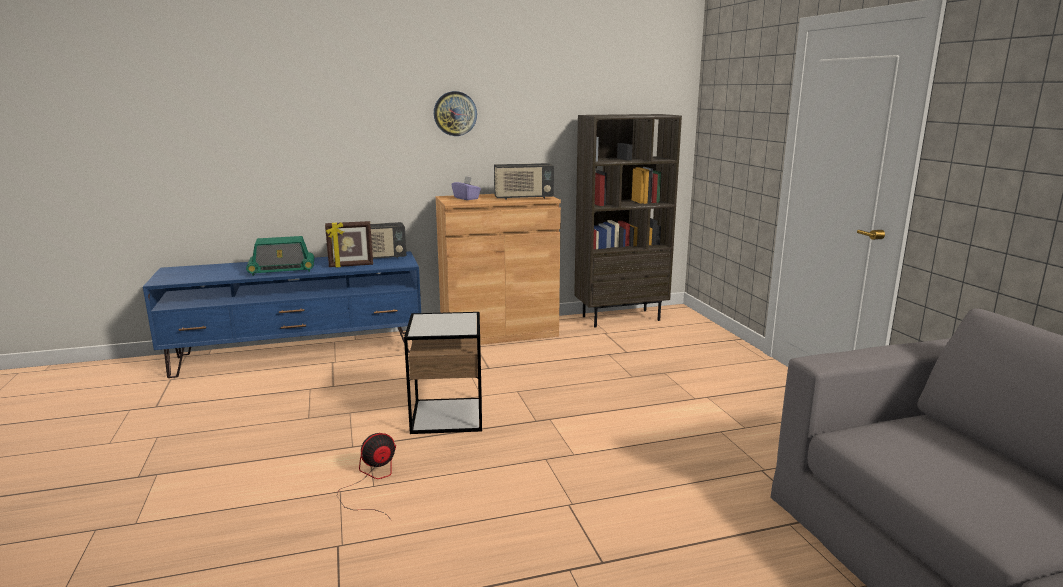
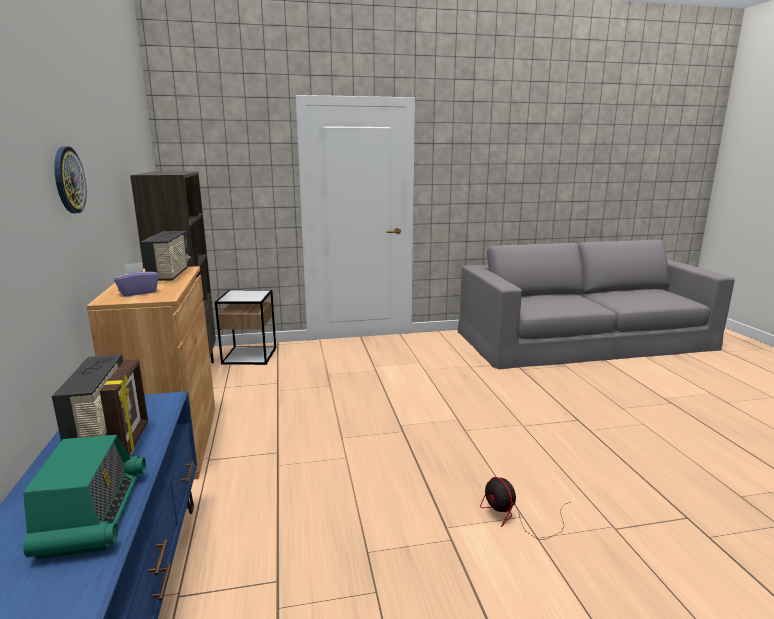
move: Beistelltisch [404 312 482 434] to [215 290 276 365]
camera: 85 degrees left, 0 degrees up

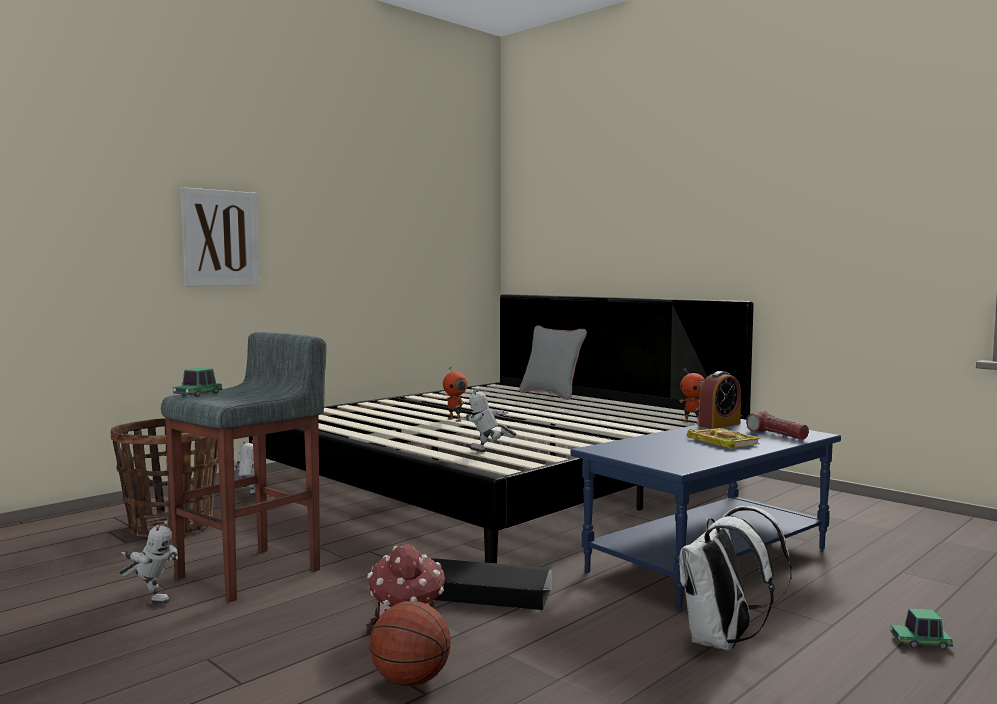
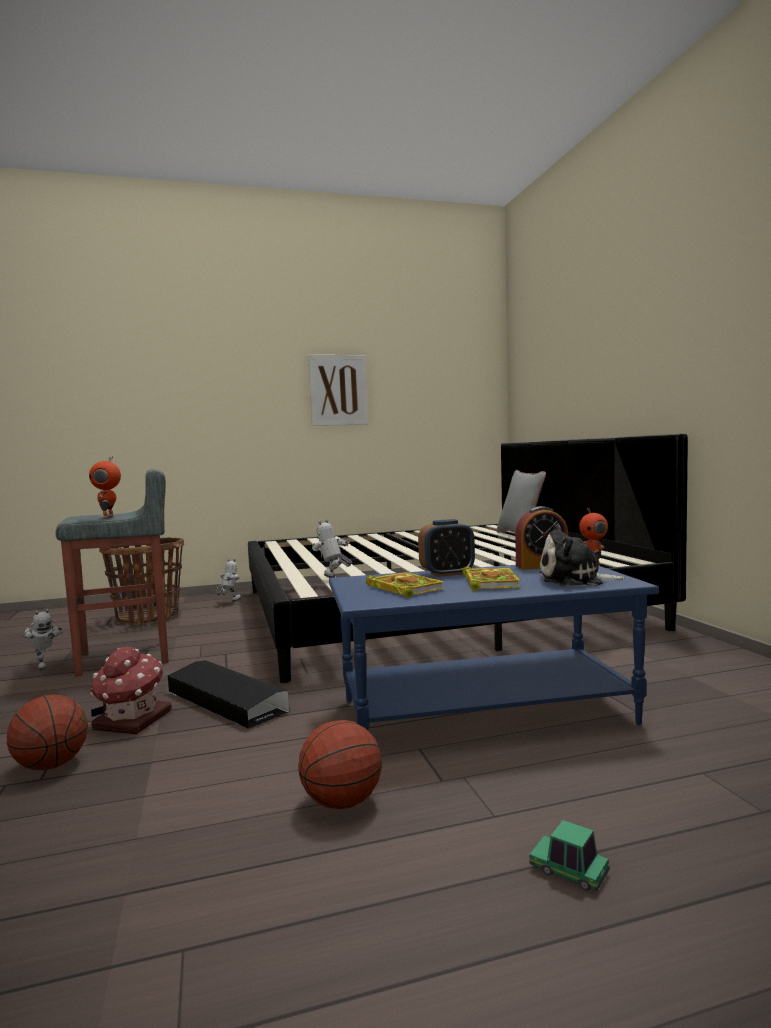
delete: Spielzeugauto [173 368 222 397]
insert: Buch [366 572 444 598]; Wecker [418 519 475 577]
move: Bild [181 187 260 286] to [308 355 368 426]; Spielzeugroboter [443 367 467 422] to [89 456 121 520]
replace: Rucksack (weiß) [679 506 792 651] to Basketball [298 720 382 810]; Taschenlampe [746 411 809 440] to Plüschtier [539 524 625 586]
camera: 30 degrees right, 0 degrees up

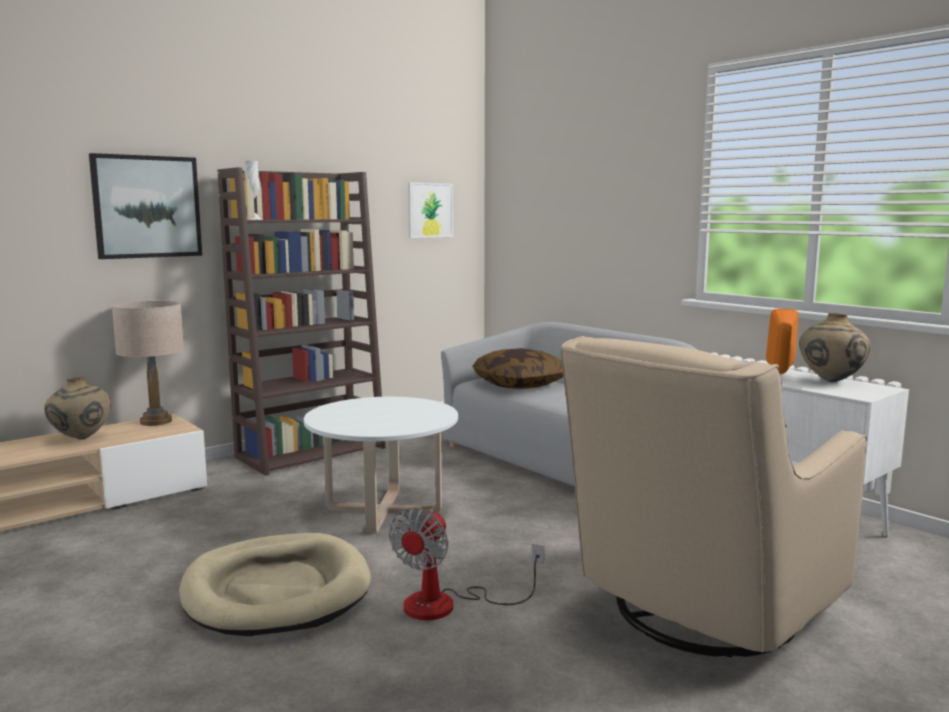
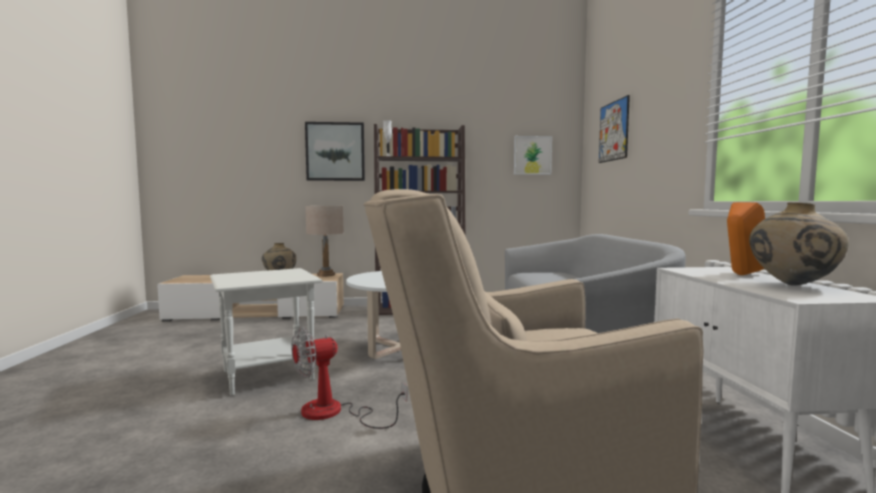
delete: Kissen [472 348 563 389]
insert: Bild [599 95 630 163]
replace: Hundebett (beige) [179 533 371 636] to Beistelltisch (weiß) [210 268 322 396]
camera: 35 degrees right, 5 degrees down

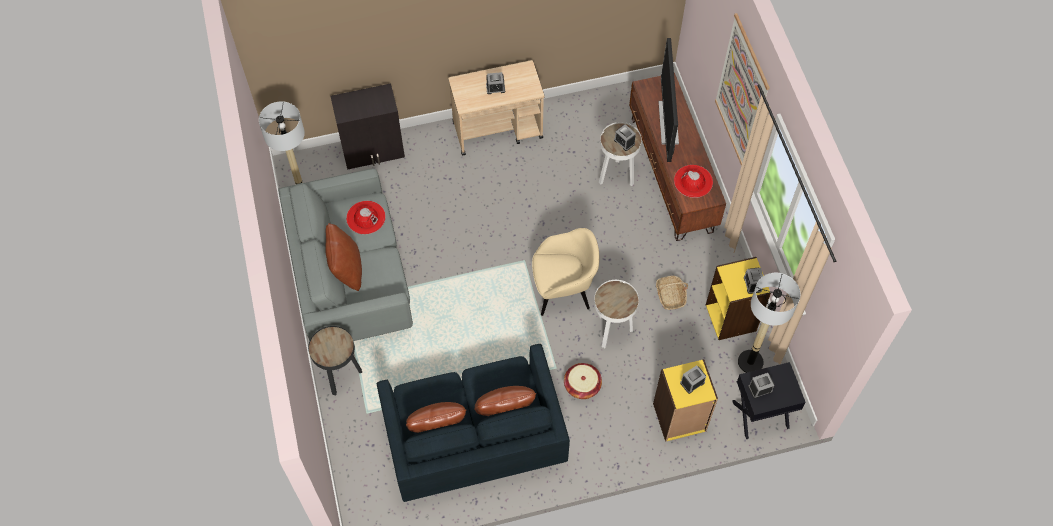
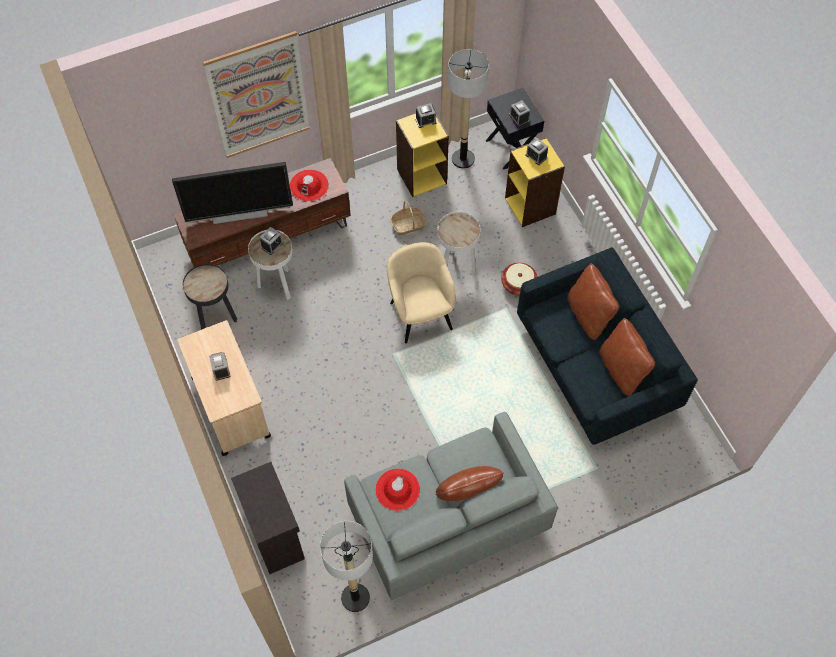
move: Beistelltisch (schwarz) [308 326 362 395] to [183 264 237 330]
camera: 100 degrees left, 0 degrees up

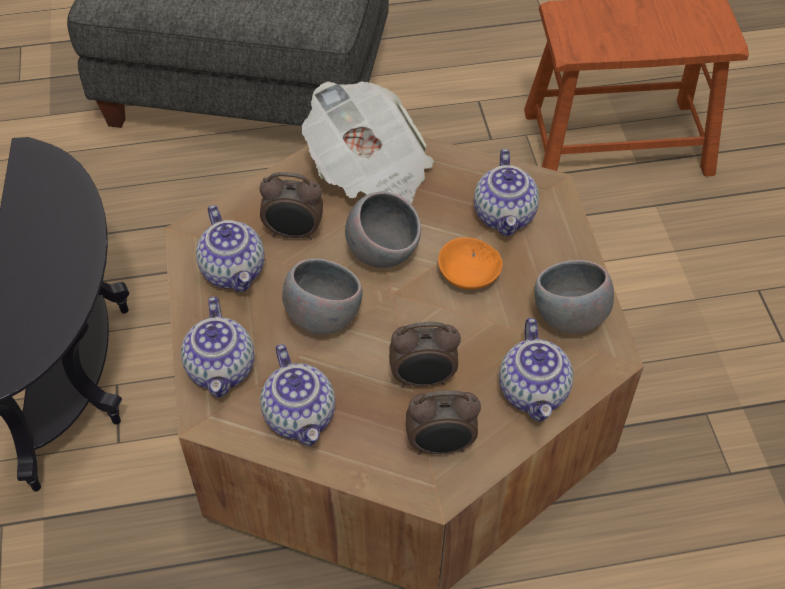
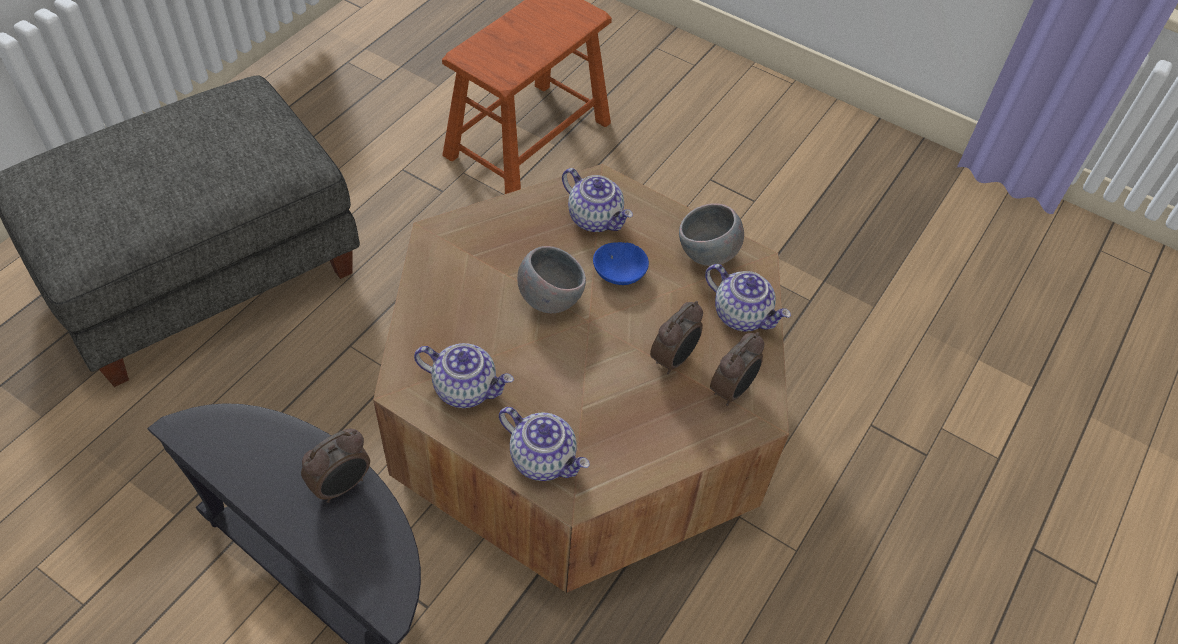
delete: Teekanne [260 344 335 446]; Schüssel (grau) [282 258 363 334]; Zeitung [301 81 434 204]
move: Wecker [260 172 323 240] to [301 428 370 503]
recolor: Schüssel (orange) [438 237 503 290] to Schüssel (blau) [593 242 649 285]
camera: 50 degrees left, 0 degrees up

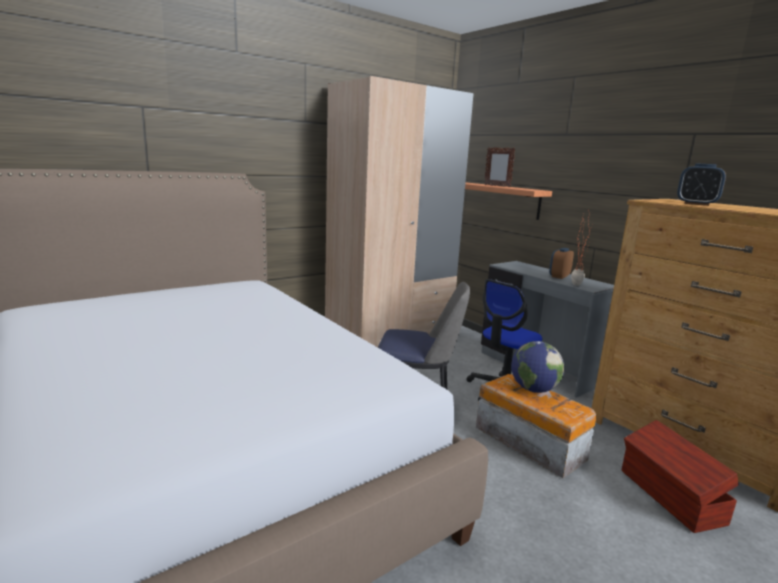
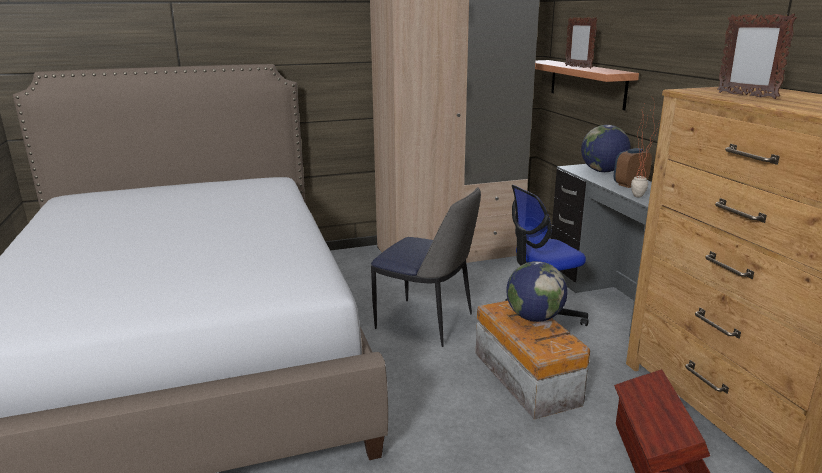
insert: Globus [581 125 631 172]
replace: Wecker [677 163 726 206] to Bilderrahmen [717 13 797 99]
camera: 20 degrees right, 5 degrees up

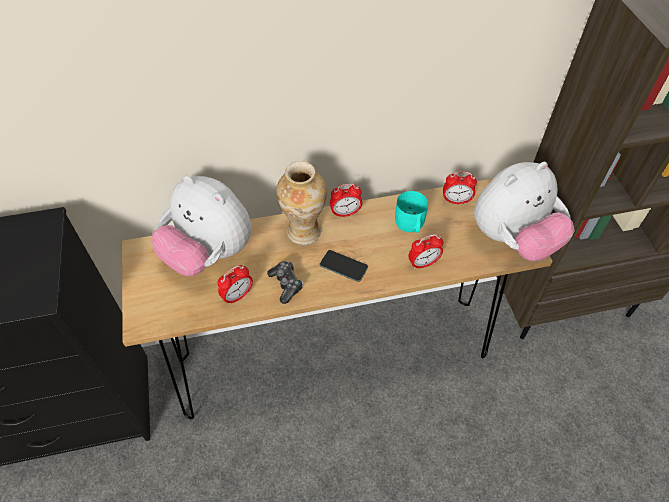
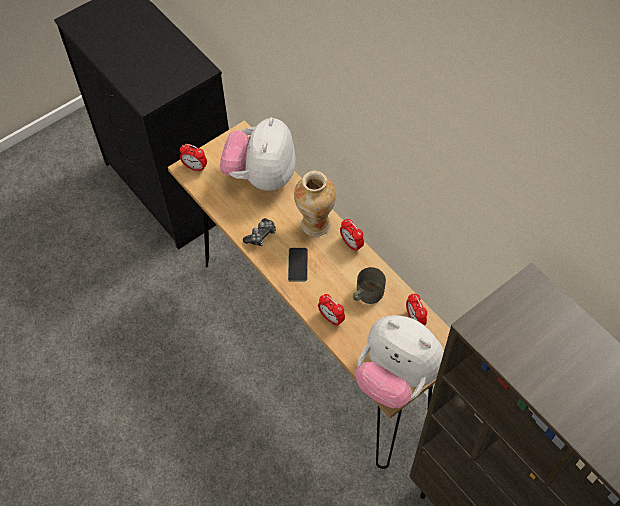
move: Wecker [217 265 253 305] to [180 144 207 172]
recolor: Henkelbecher (türkis) [395 191 428 232] to Henkelbecher (grau) [353 267 386 304]
camera: 65 degrees right, 5 degrees up

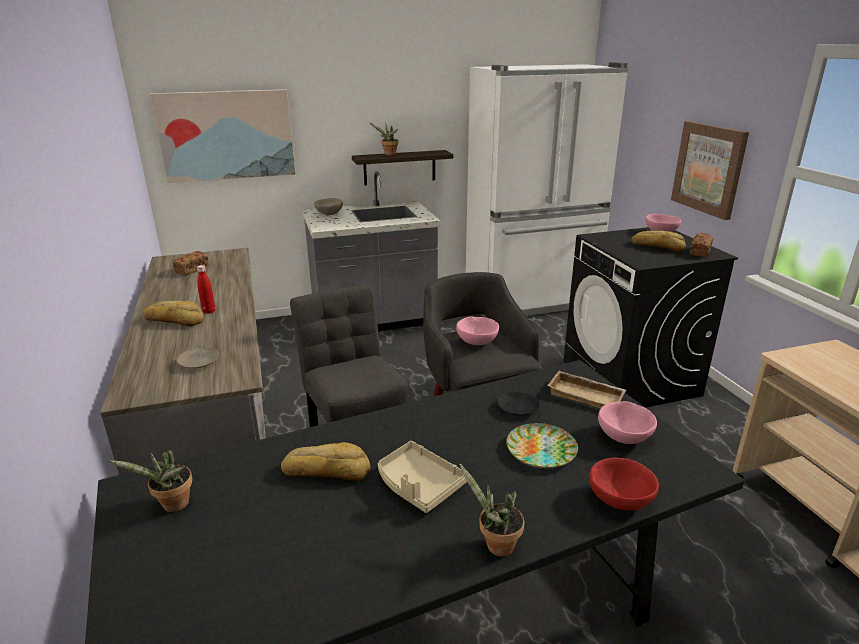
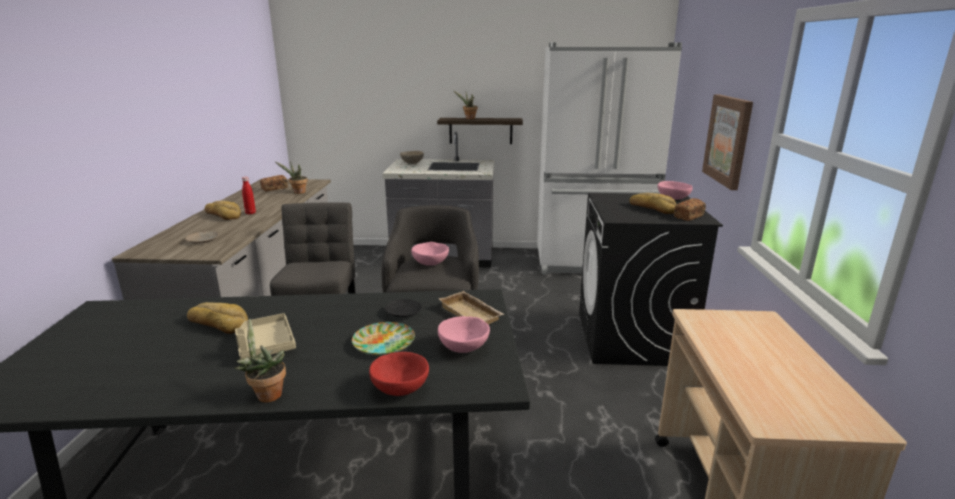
delete: Bild [150 89 296 183]
move: Topfpflanze [108 450 192 512] to [275 162 308 194]
camera: 20 degrees right, 5 degrees down

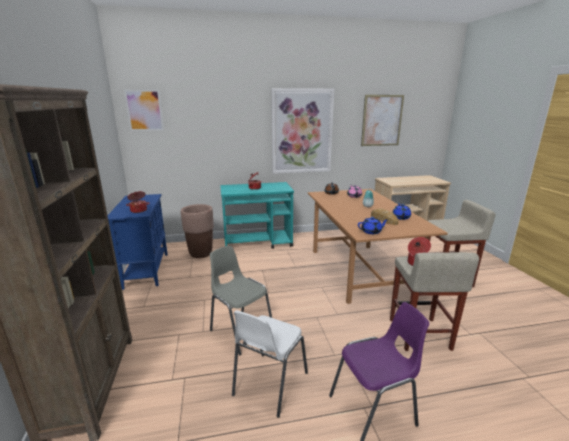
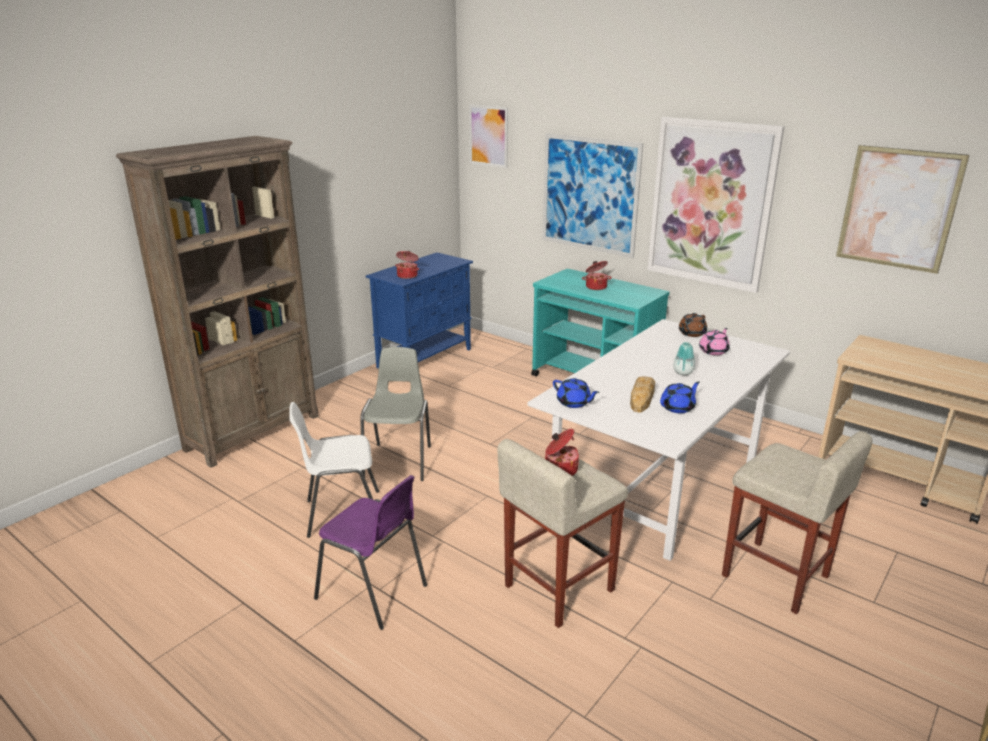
delete: Pflanzkübel (braun) [181 204 214 258]
insert: Bild [542 133 643 258]
recolor: Esstisch (braun) [308 189 447 304] to Esstisch (weiß) [527 319 790 561]
camera: 50 degrees right, 5 degrees up

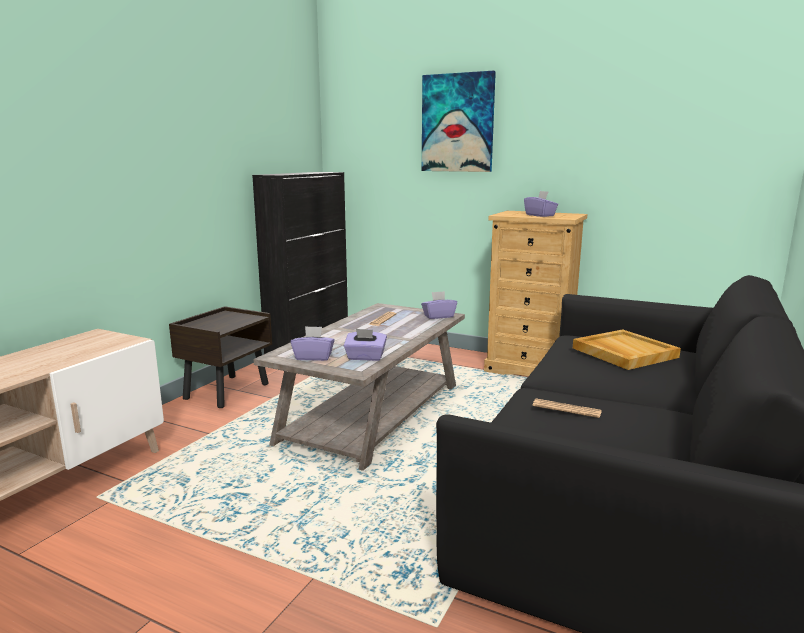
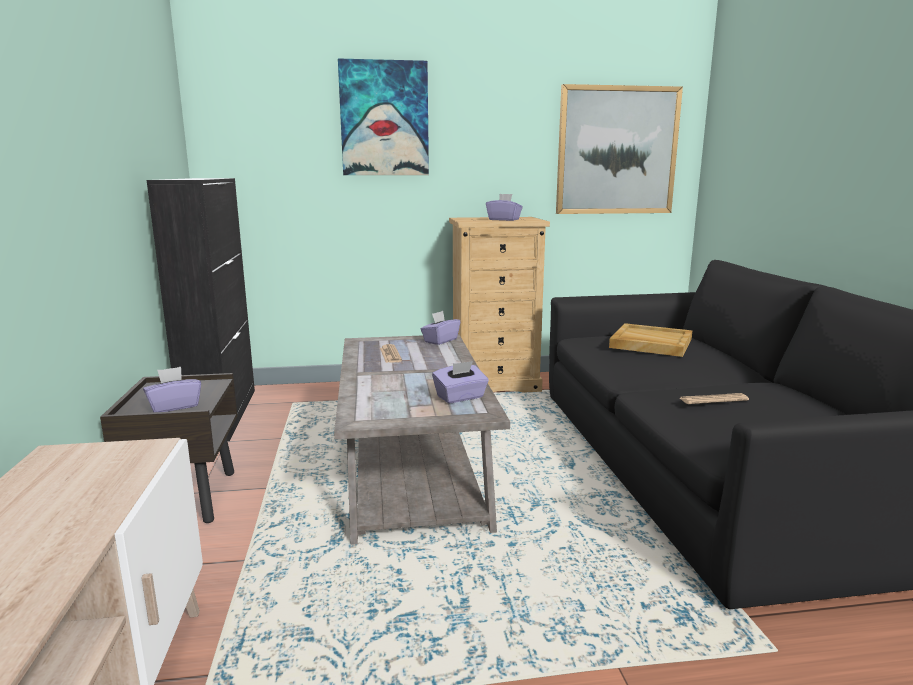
insert: Bild [556 84 683 214]
move: Taschentuchbox (lila) [291 326 335 361] to [143 367 201 412]
camera: 35 degrees left, 0 degrees up

